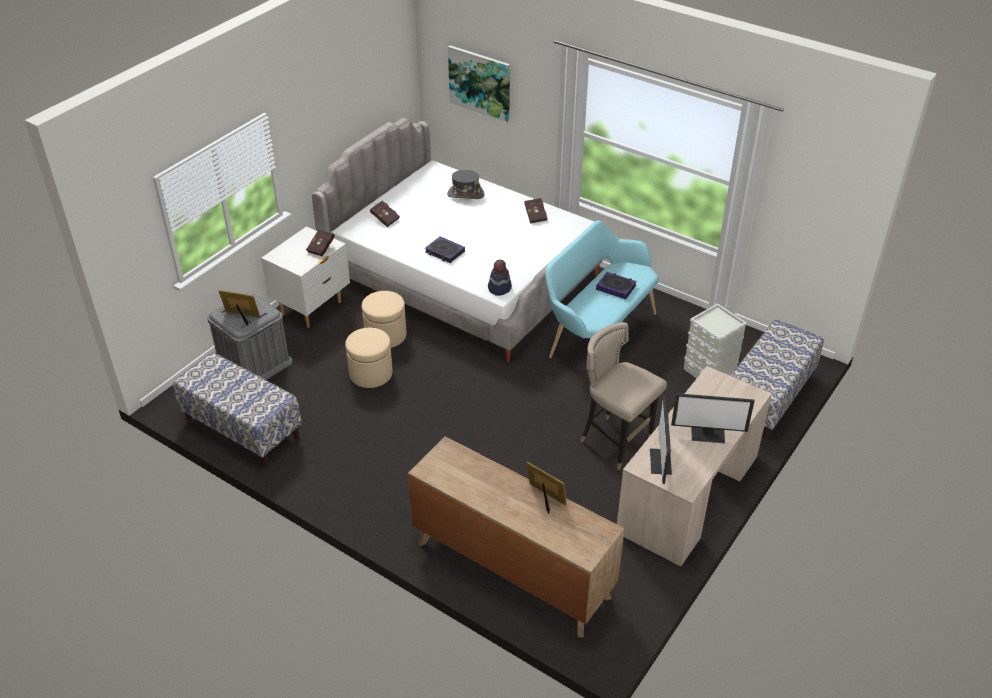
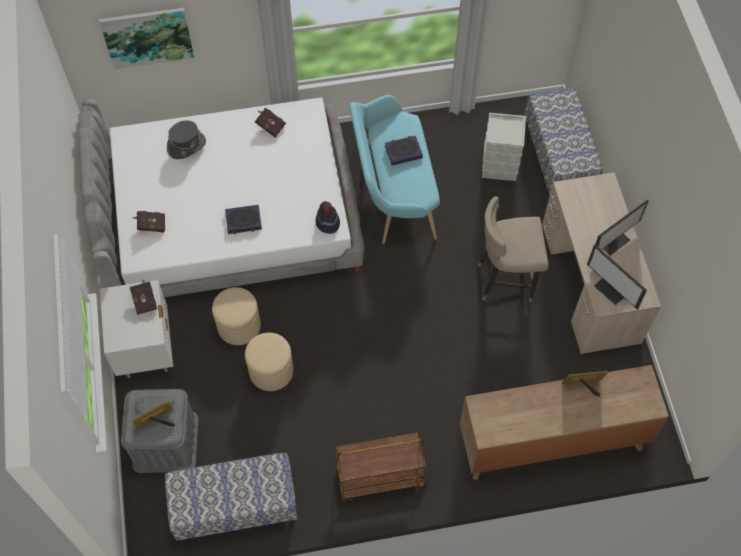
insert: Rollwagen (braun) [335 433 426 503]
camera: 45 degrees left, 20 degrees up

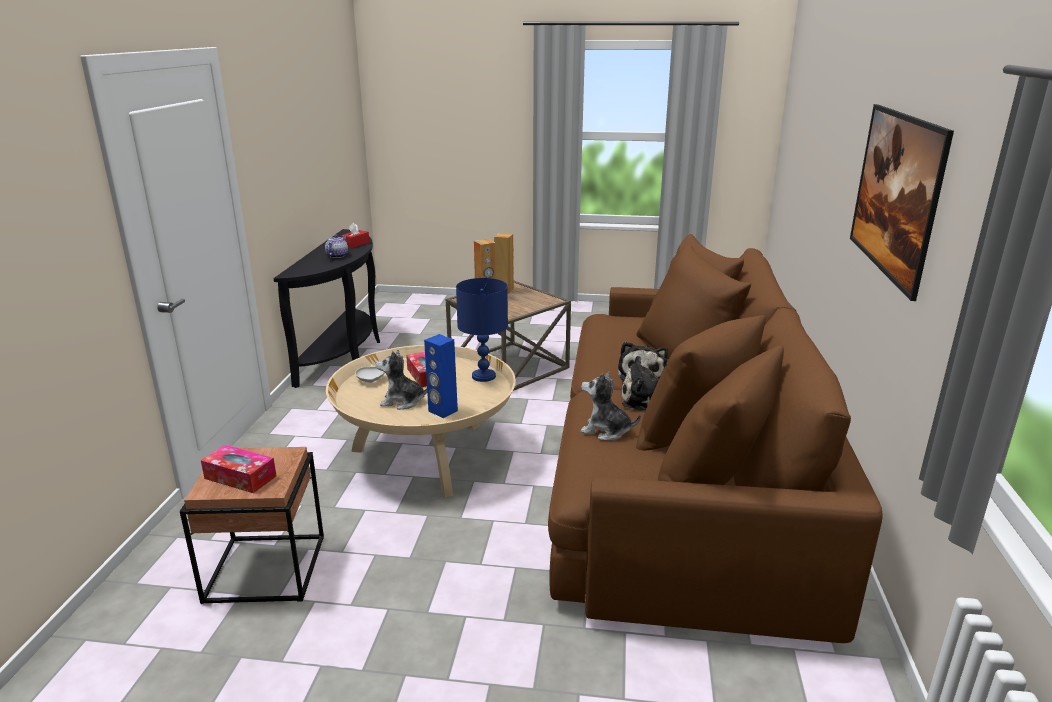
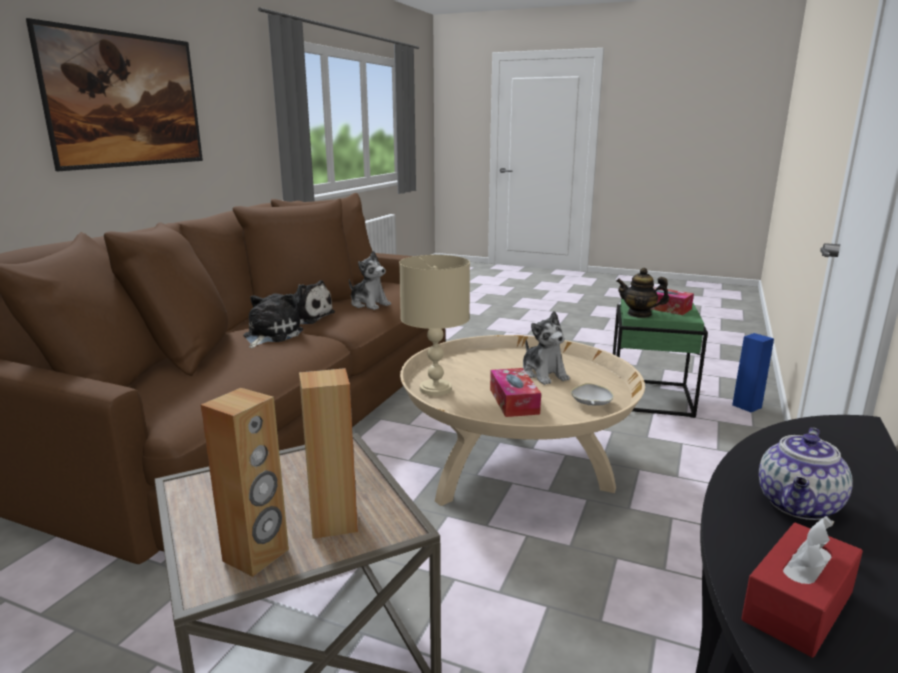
insert: Teekanne [616 268 669 318]
move: Lautsprecher (blau) [424 334 458 418] to [732 333 774 412]
recolor: Beistelltisch (braun) [180 447 324 604] to Beistelltisch (grün) [613 299 708 418]; Tischlampe (blau) [456 278 508 382] to Tischlampe (beige) [399 255 470 396]
rotate: Plüschtier [376 350 427 410] = [522 311 570 385] 45 degrees clockwise
camera: 165 degrees left, 5 degrees down

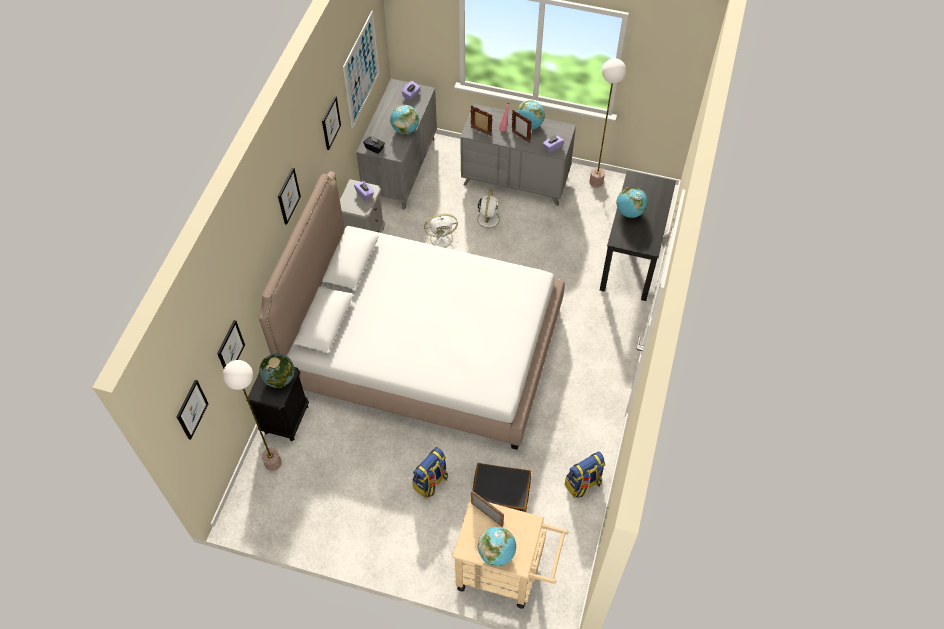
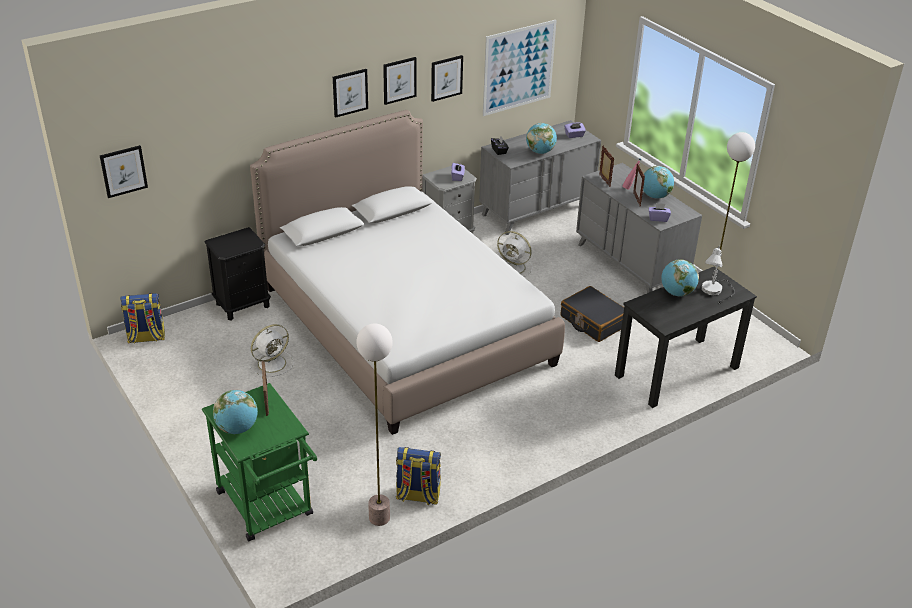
delete: Globus [259 353 295 388]
insert: Tischlampe (weiß) [702 246 735 304]
move: Bild [217 320 245 369] to [383 57 417 105]; Stehlampe [223 360 282 471] to [356 323 393 526]; Rucksack [413 447 448 498] to [120 293 165 344]; Koffer (schwarz) [472 463 531 512] to [561 286 624 342]; Ventilator (weiß) [473 190 504 232] to [249 324 294 377]
recolor: Rollwagen (beige) [452 498 569 609] to Rollwagen (grün) [202 383 317 541]
camera: 40 degrees right, 20 degrees down

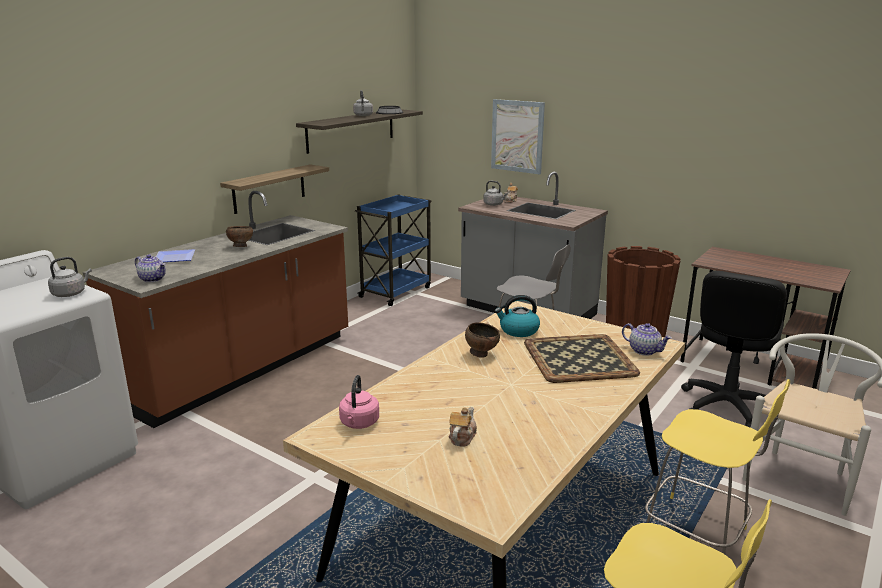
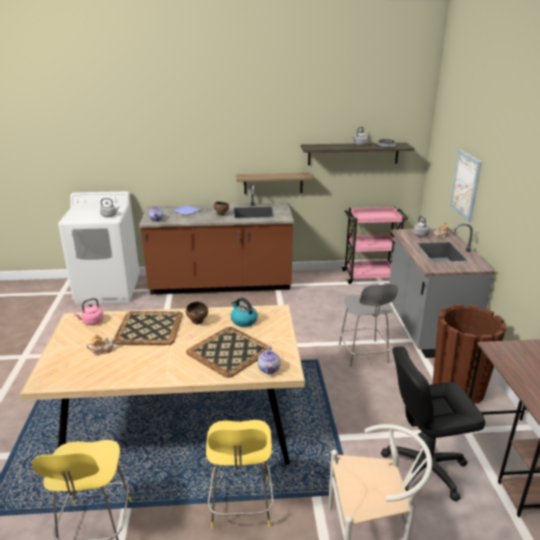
insert: Tablett [113 311 183 345]
recolor: Rollwagen (blau) [355 194 432 306] to Rollwagen (rosa) [341 207 408 284]
camera: 50 degrees right, 5 degrees up

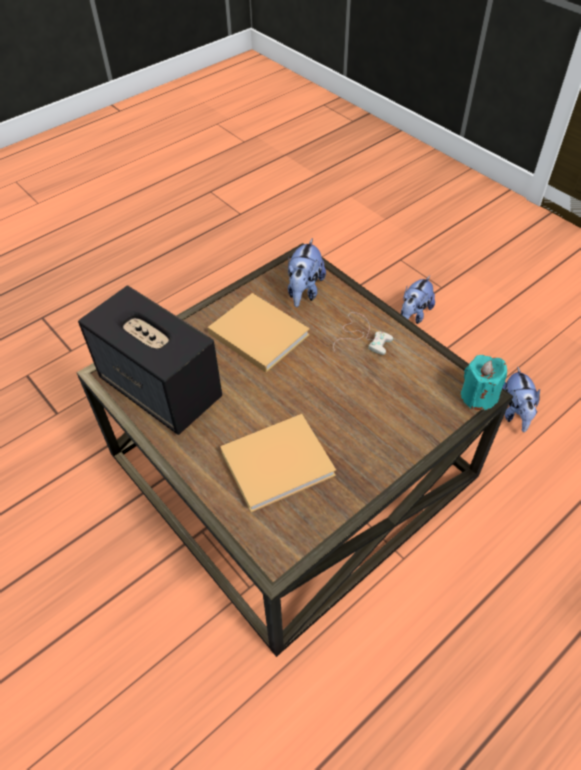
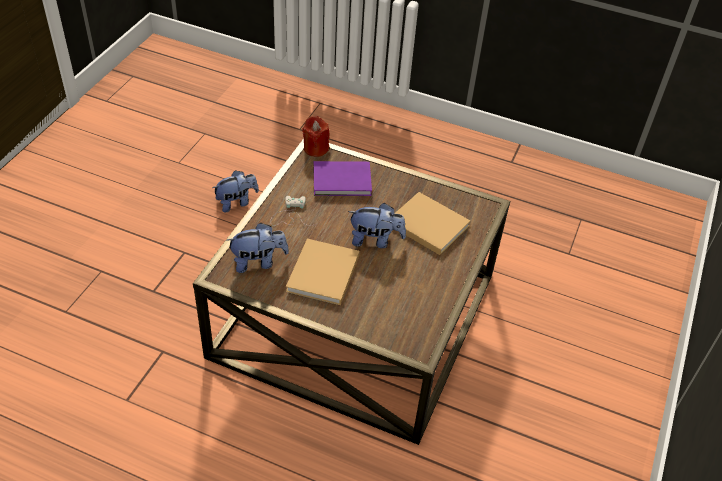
delete: Lautsprecher [78 286 222 435]
insert: Buch (lila) [314 161 372 196]
move: Plüschtier [401 276 435 324] to [348 203 406 248]
recolor: Kerze (türkis) [461 355 507 410] to Kerze (rot) [302 116 330 157]
camera: 120 degrees left, 5 degrees down

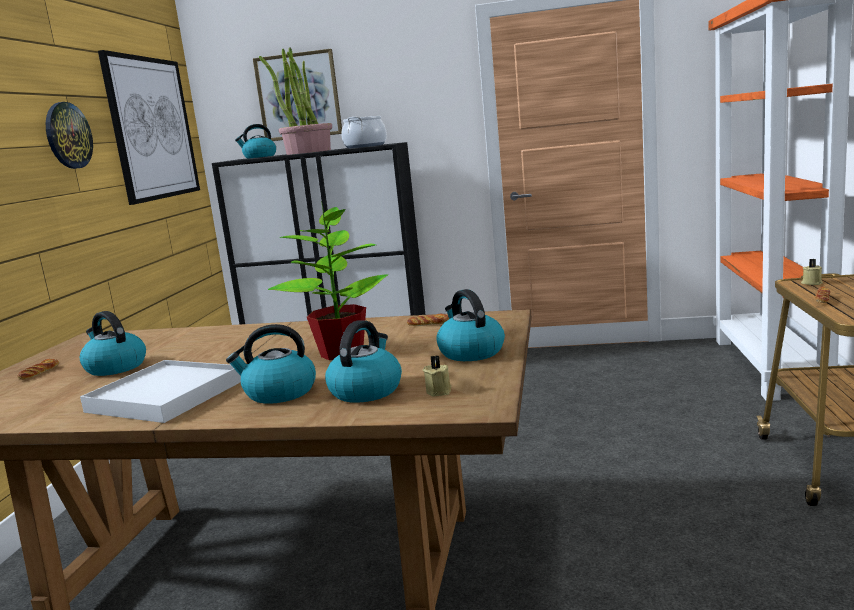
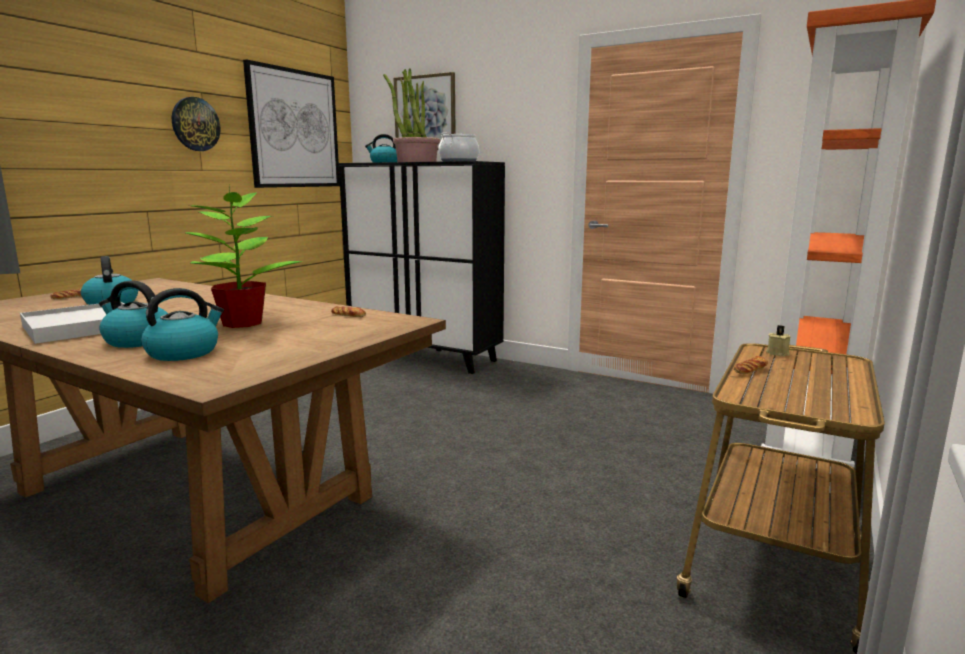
delete: Kerze (beige) [423 355 451 397]; Wasserkessel [437 289 505 361]
camera: 20 degrees right, 0 degrees up

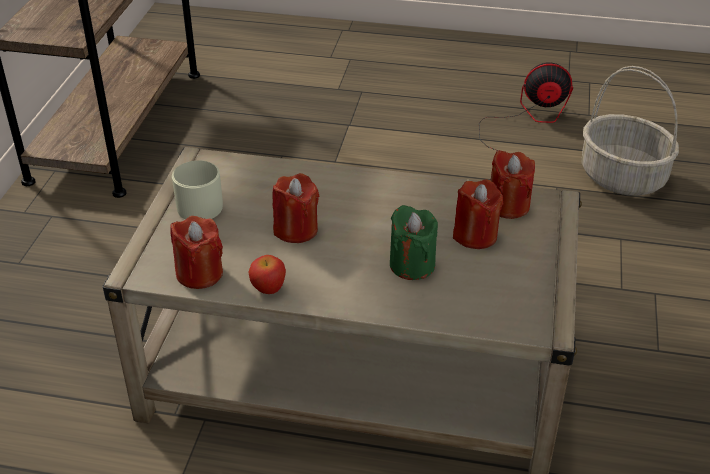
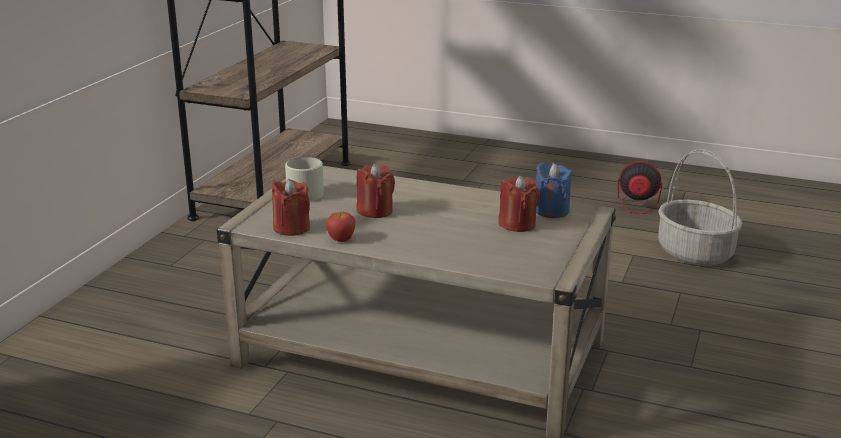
delete: Kerze (grün) [390 205 438 280]
recolor: Kerze (rot) [490 150 535 219] to Kerze (blau) [536 162 572 218]
camera: 10 degrees right, 15 degrees down

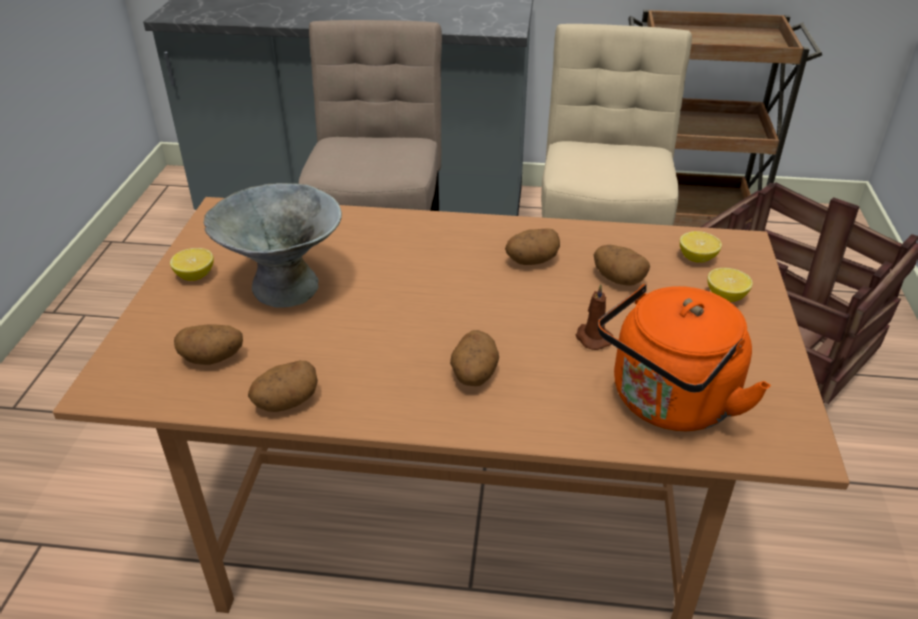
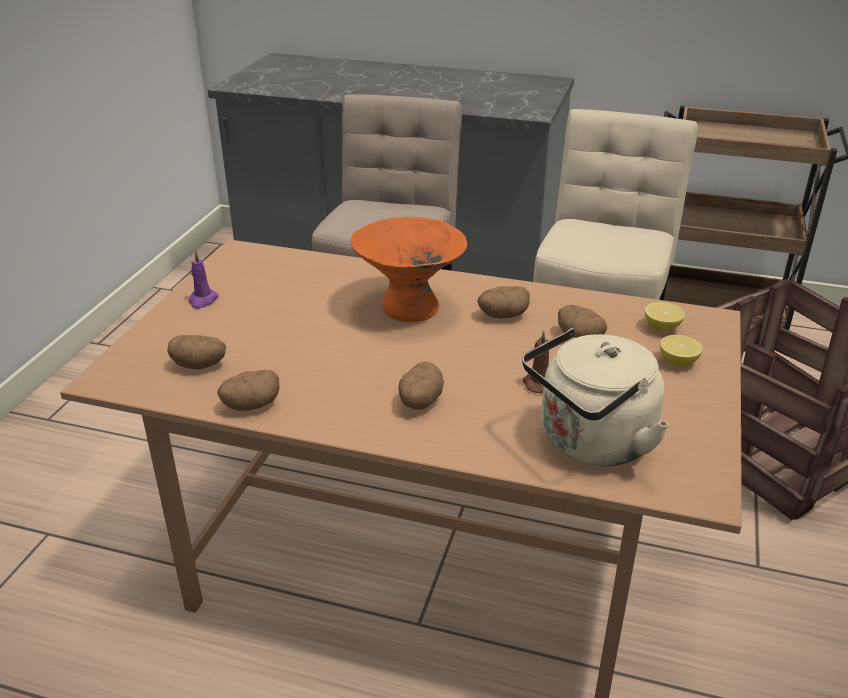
delete: Schüssel (grau) [204 183 342 308]
insert: Schüssel (orange) [351 217 467 322]
replace: Zitrone [170 248 214 281] to Kerze (lila) [188 251 219 309]
recolor: Wasserkessel (orange) [598 284 771 431] to Wasserkessel (beige) [522 328 669 466]
camera: 10 degrees right, 5 degrees down

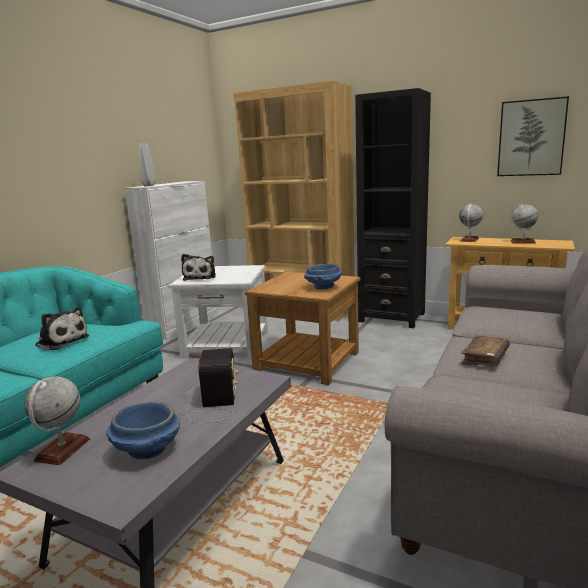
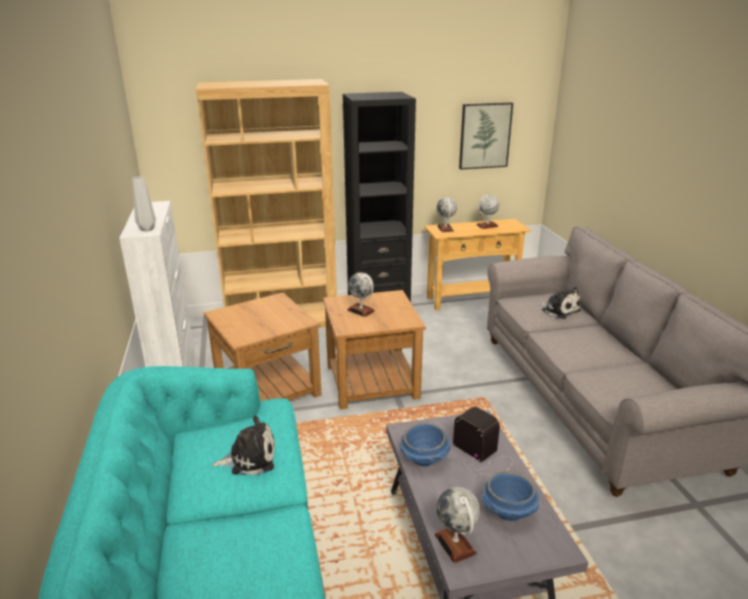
delete: Buch (braun) [461 335 510 366]
insert: Globus [347 272 375 317]
move: Plüschtier [181 254 216 281] to [537 287 581 319]; Schüssel (blau) [304 264 342 289] to [400 423 451 466]
recolor: Beistelltisch (weiß) [169 265 268 359] to Beistelltisch (braun) [204 292 321 401]
camera: 40 degrees left, 10 degrees up

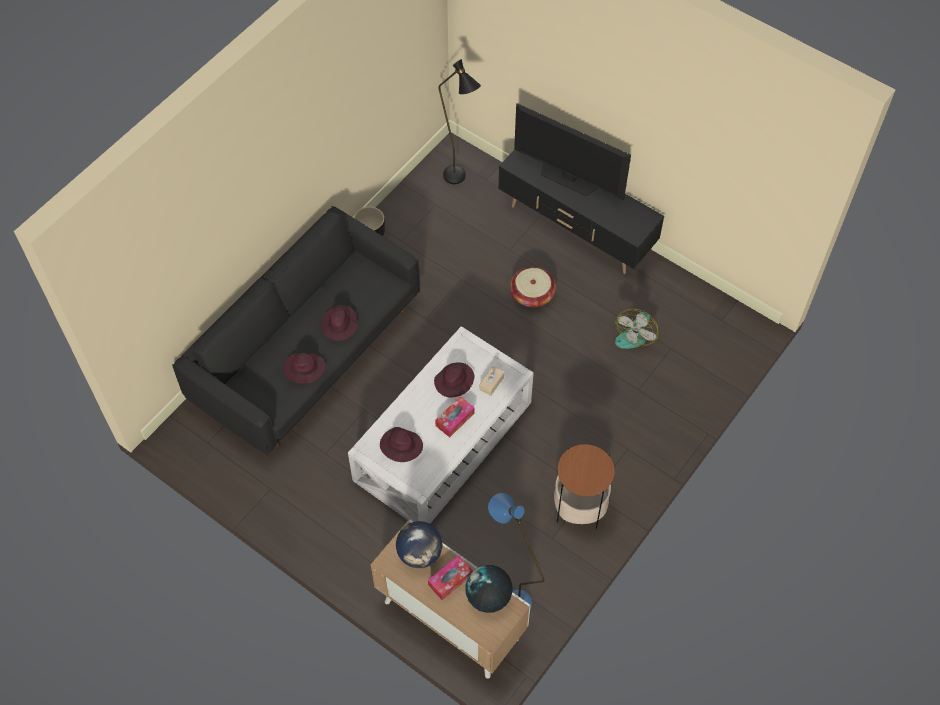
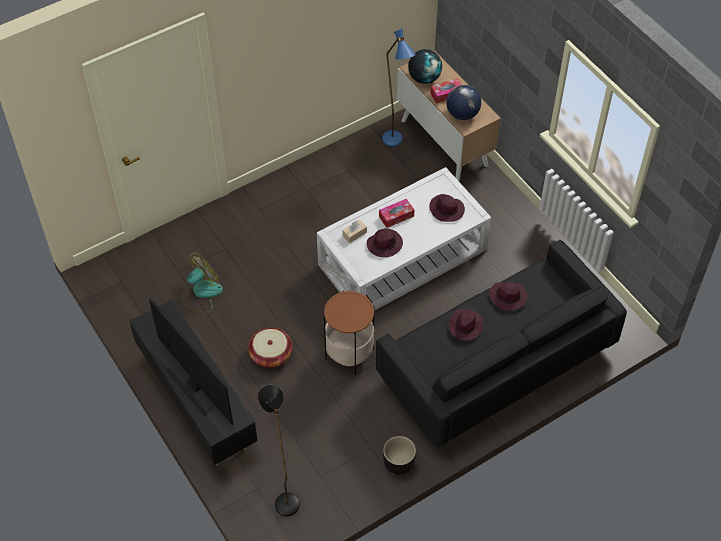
move: Beistelltisch [554 444 615 530] to [324 291 374 375]
camera: 160 degrees left, 5 degrees down

